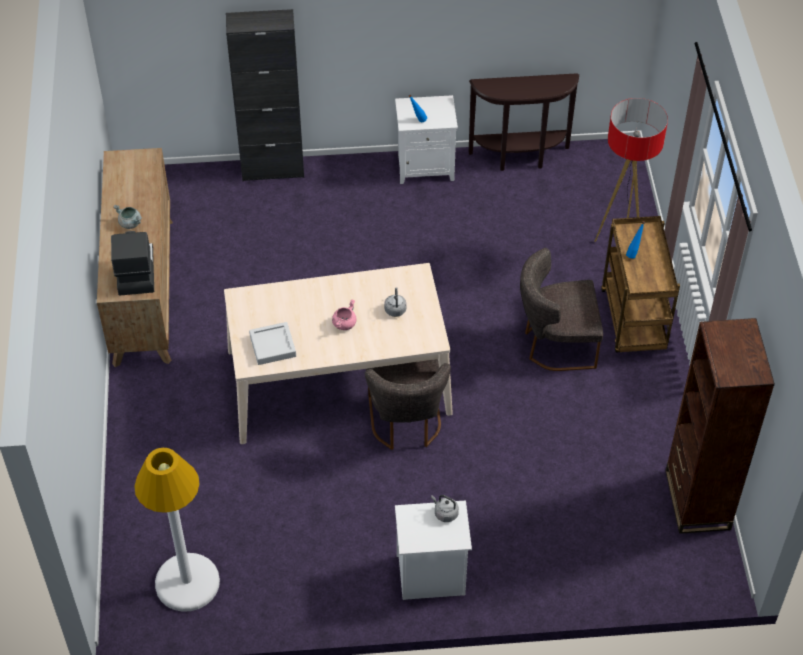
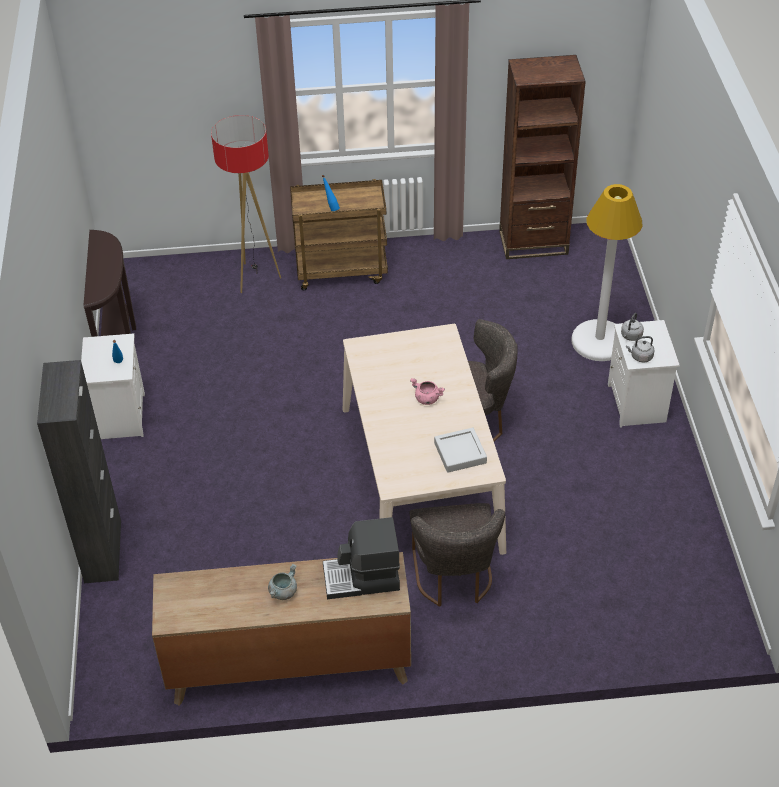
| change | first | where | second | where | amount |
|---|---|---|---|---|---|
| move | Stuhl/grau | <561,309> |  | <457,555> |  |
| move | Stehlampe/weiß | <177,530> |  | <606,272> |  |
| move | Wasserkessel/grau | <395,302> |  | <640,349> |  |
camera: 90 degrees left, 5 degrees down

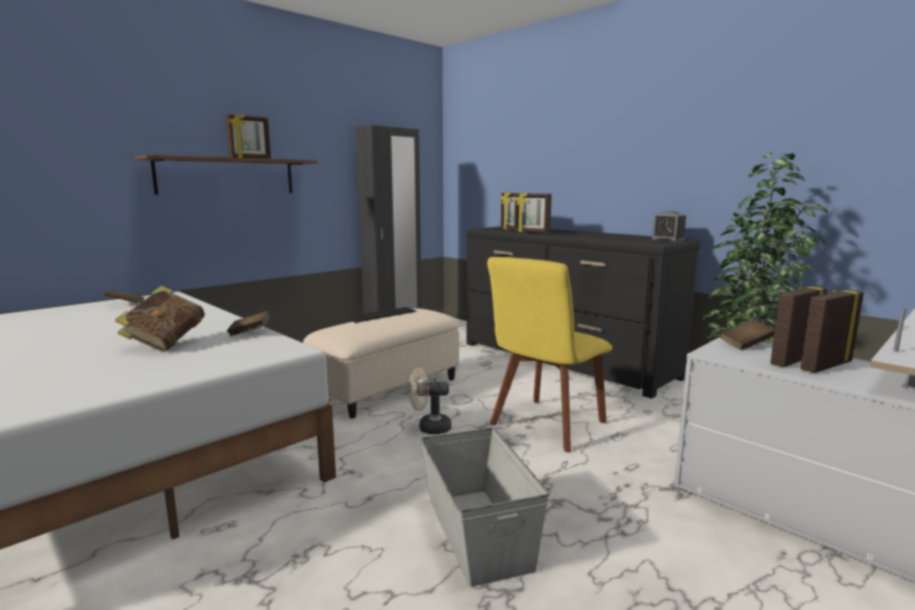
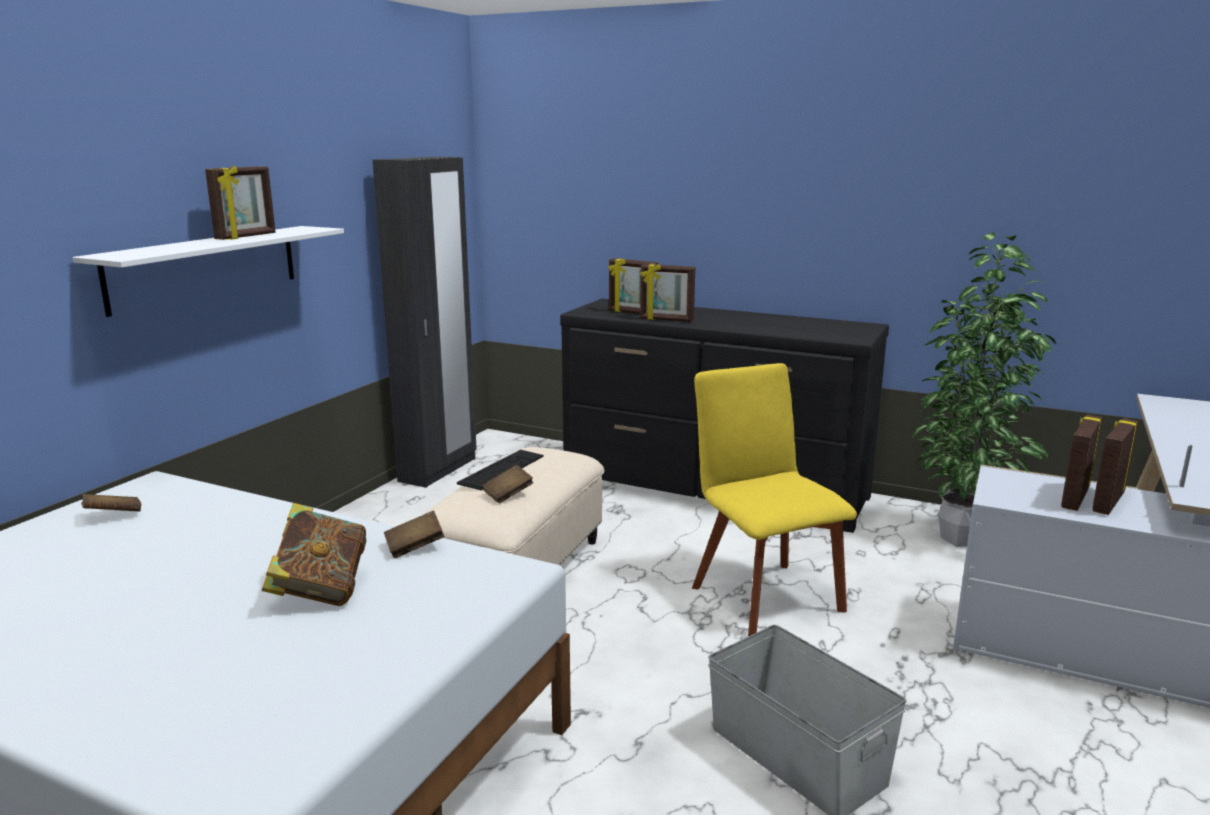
| change | first | where | second | where | amount |
|---|---|---|---|---|---|
| recolor | Wandregal/braun | <226,175> | Wandregal/weiß | <208,271> |  |
| move | Buch/braun | <747,334> |  | <508,484> |  |
| rotate | Stuhl/gelb | <550,354> |  | <774,499> | 135 degrees clockwise |
| delete | Ventilator/beige | <430,401> |  |  |  |
| delete | Wecker | <668,226> |  |  |  |
camera: 20 degrees left, 5 degrees up

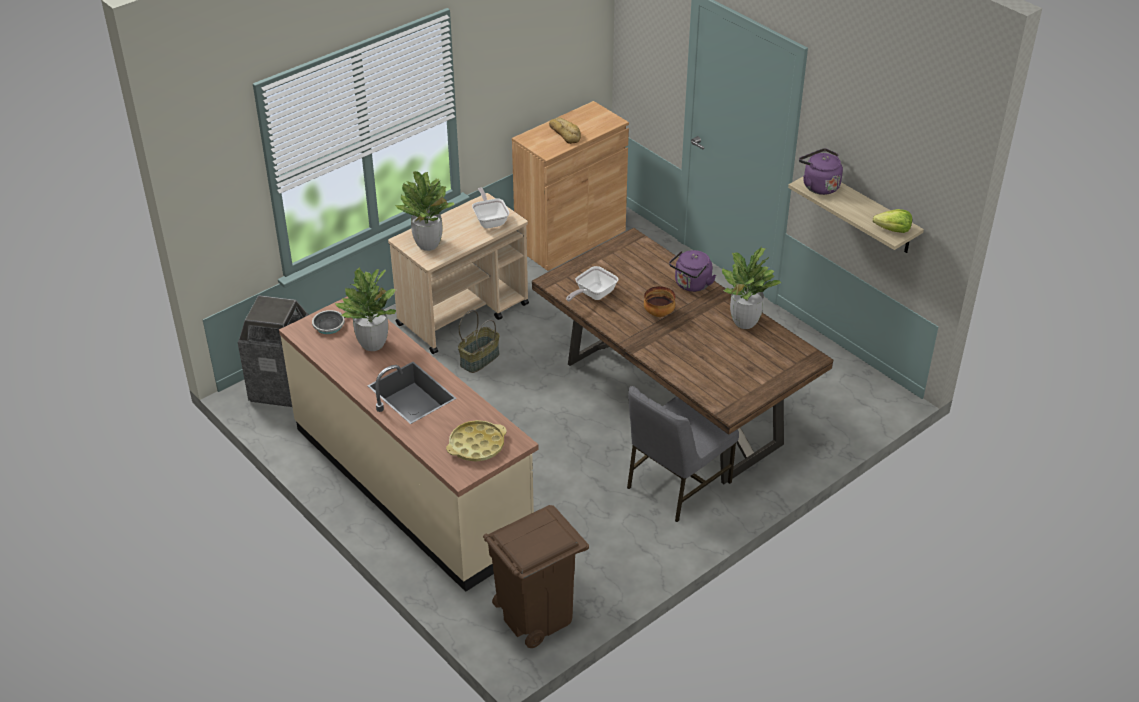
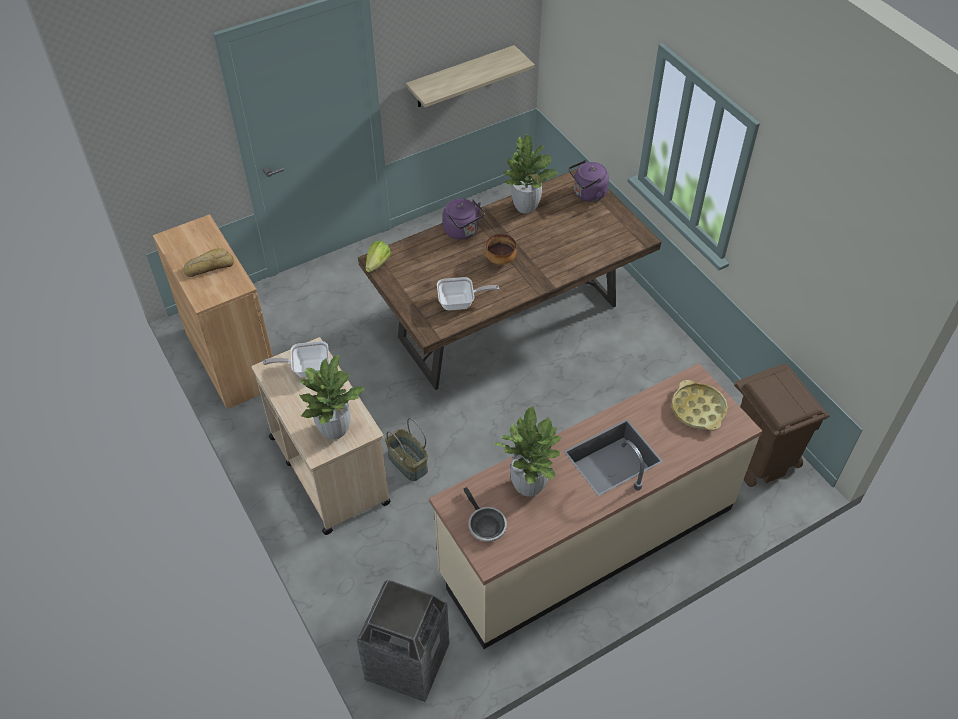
| change | first | where | second | where | amount |
|---|---|---|---|---|---|
| move | Salatkopf | <892,221> |  | <378,257> |  |
| rotate | Pfanne | <592,283> |  | <468,293> | 60 degrees counterclockwise |
| move | Wasserkessel/lila | <821,171> |  | <589,181> |  |
| delete | Stuhl/grau | <683,454> |  |  |  |
camera: 80 degrees left, 10 degrees up

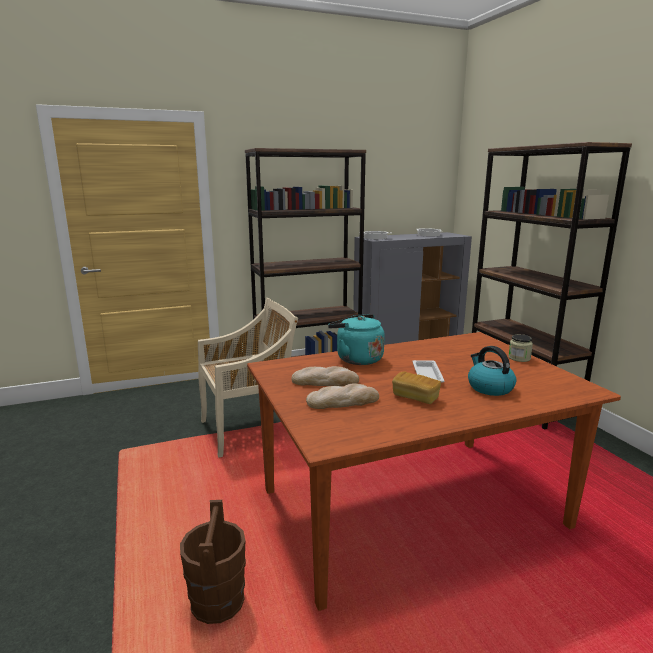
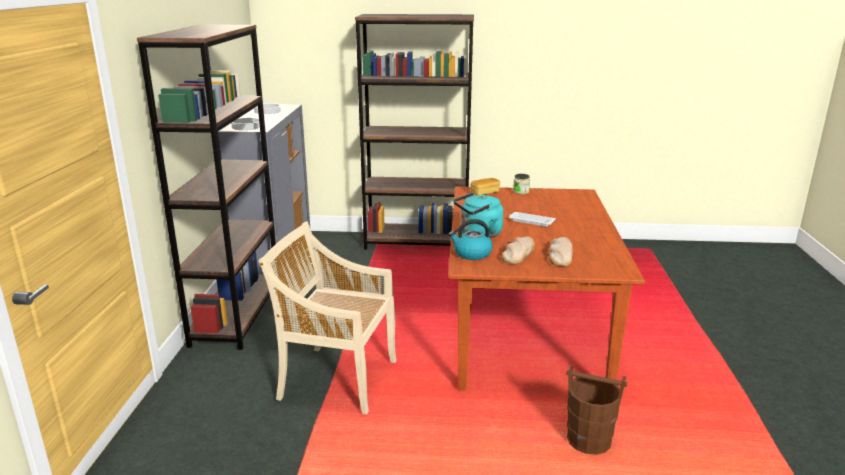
| change | first | where | second | where | amount |
|---|---|---|---|---|---|
| rotate | Stuhl/beige | <248,378> |  | <327,317> | 75 degrees counterclockwise |
| move | Wasserkessel | <492,371> |  | <470,239> |  |
| move | Brot | <416,387> |  | <485,186> |  |
camera: 65 degrees left, 5 degrees up

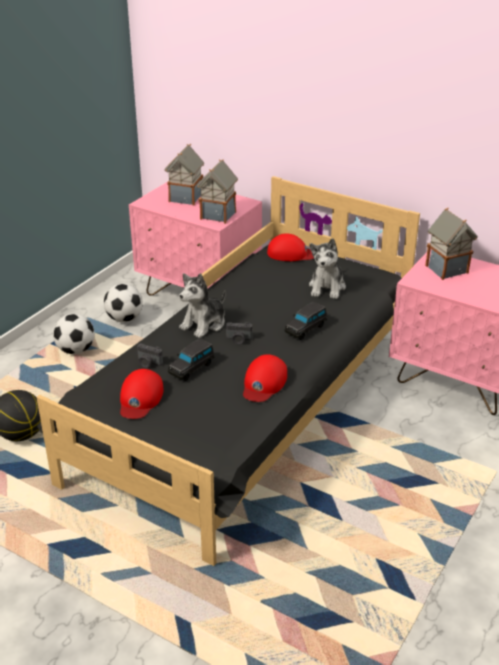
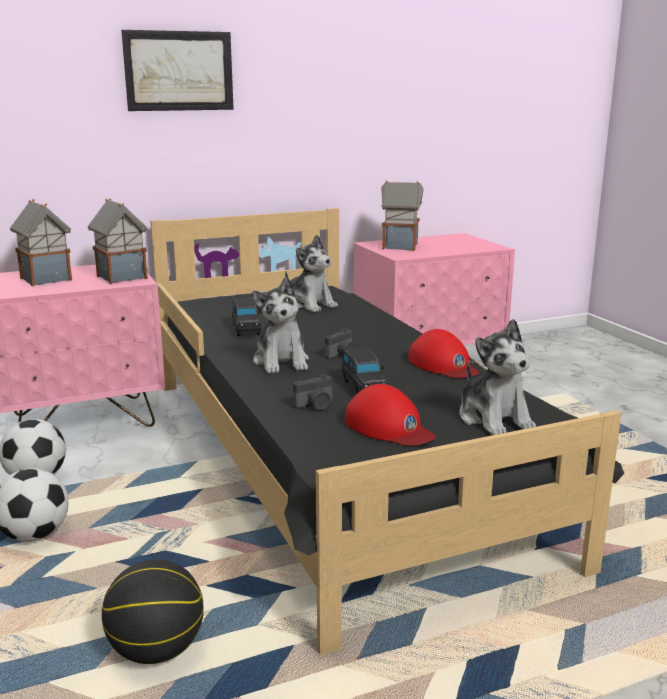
| change | first | where | second | where | amount |
|---|---|---|---|---|---|
| insert |  |  | Bild | <177,70> |  |
| move | Spielzeugauto/schwarz | <305,320> |  | <246,316> |  |
| insert |  |  | Plüschtier | <497,377> |  |
| delete | Kappe/rot | <290,247> |  |  |  |
camera: 55 degrees left, 15 degrees down

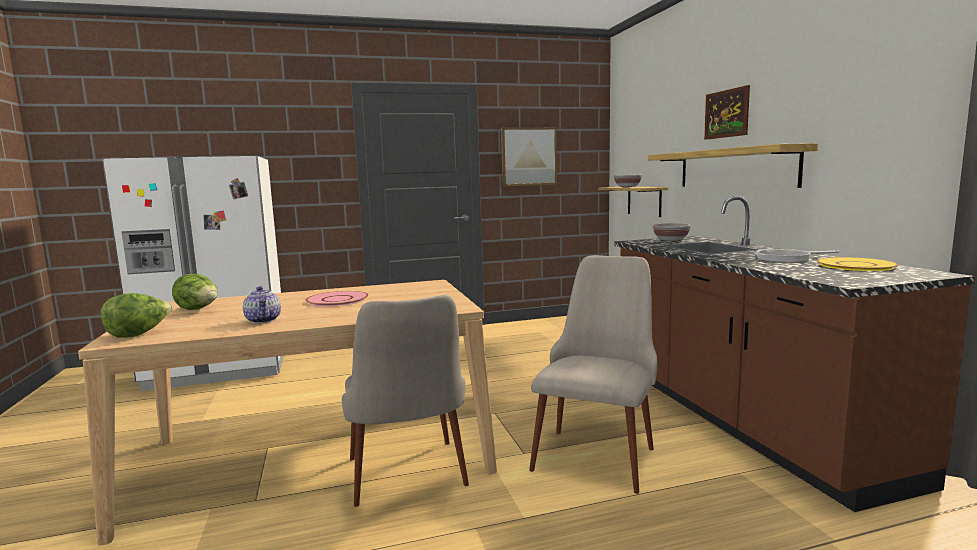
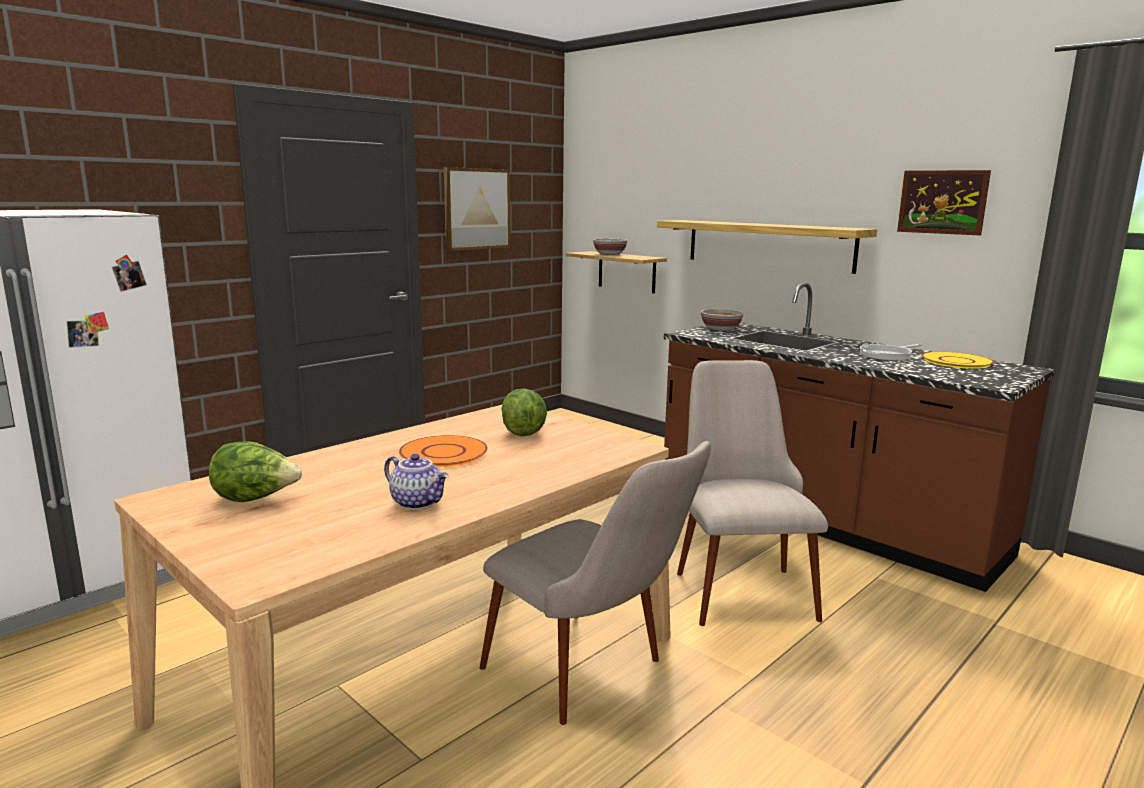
| change | first | where | second | where | amount |
|---|---|---|---|---|---|
| recolor | Teller/rosa | <337,299> | Teller/orange | <443,451> |  |
| move | Salatkopf | <137,315> |  | <524,412> |  |
| move | Bild | <727,112> |  | <944,202> |  |
camera: 30 degrees left, 5 degrees up

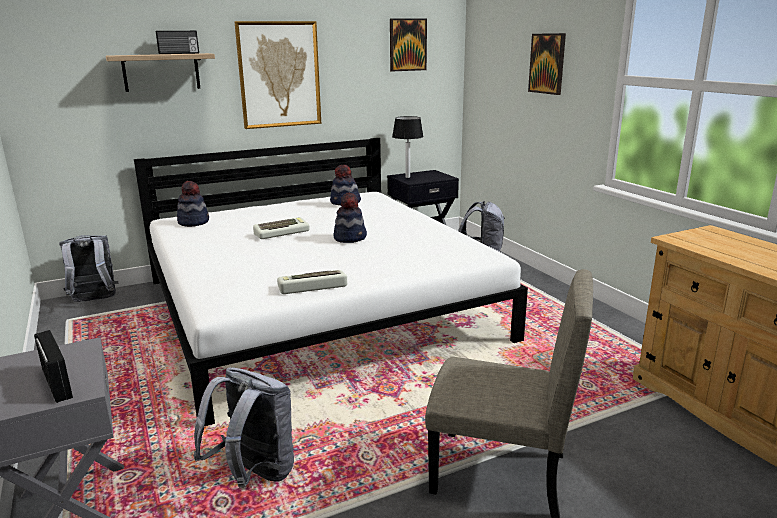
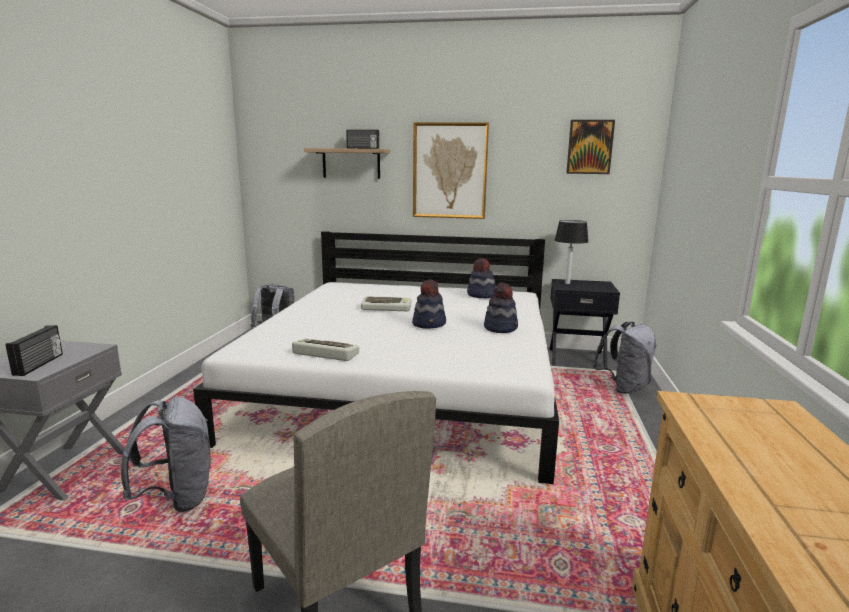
| change | first | where | second | where | amount |
|---|---|---|---|---|---|
| move | Hut | <193,204> |  | <501,308> |  |
| delete | Bild | <547,64> |  |  |  |
camera: 35 degrees right, 5 degrees down

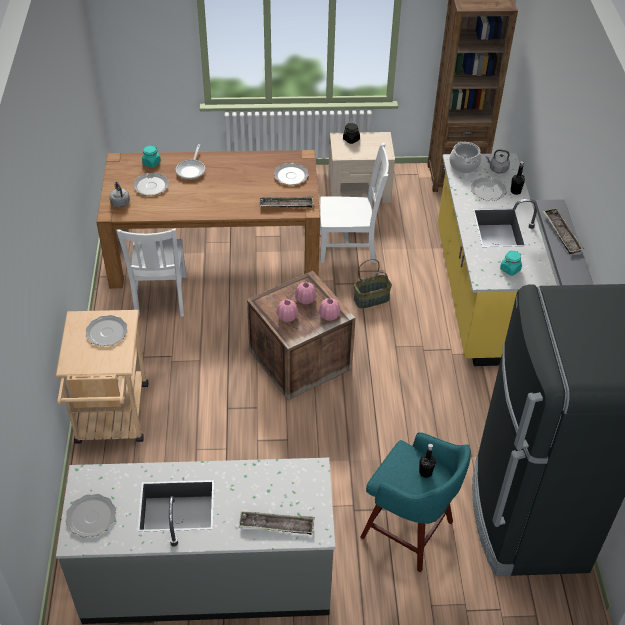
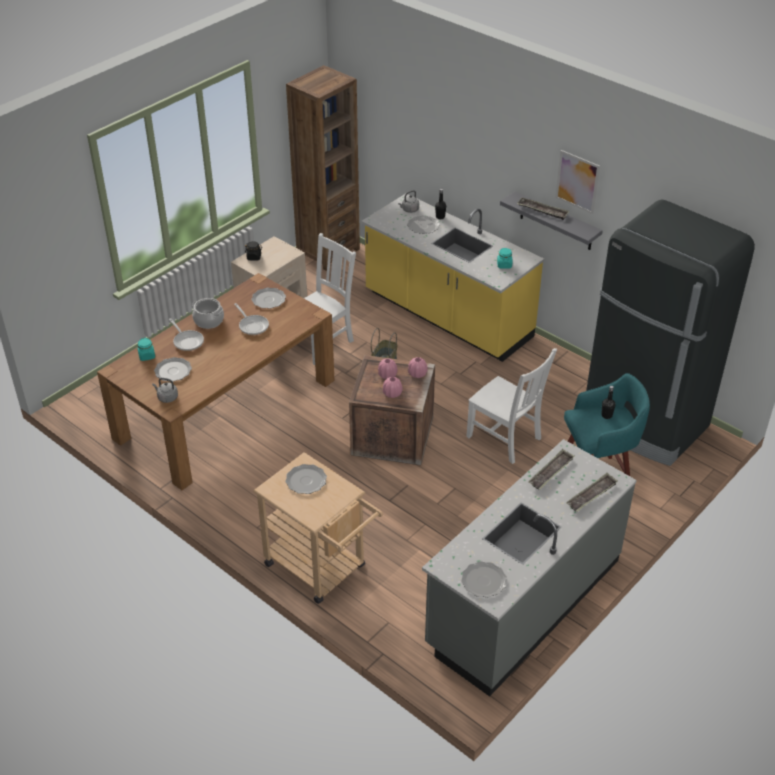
| change | first | where | second | where | amount |
|---|---|---|---|---|---|
| move | Kochtopf | <465,157> |  | <208,313> |  |
| insert |  |  | Pfanne | <251,319> |  |
| move | Stuhl/weiß | <152,272> |  | <511,406> |  |
| move | Tablett | <286,202> |  | <551,469> |  |
| insert |  |  | Bild | <577,182> |  |
camera: 45 degrees left, 5 degrees down

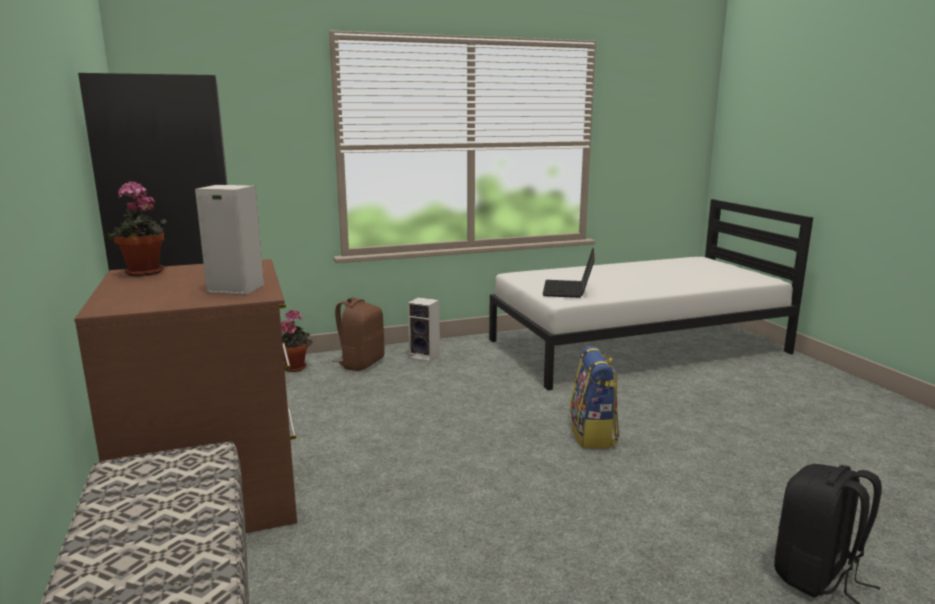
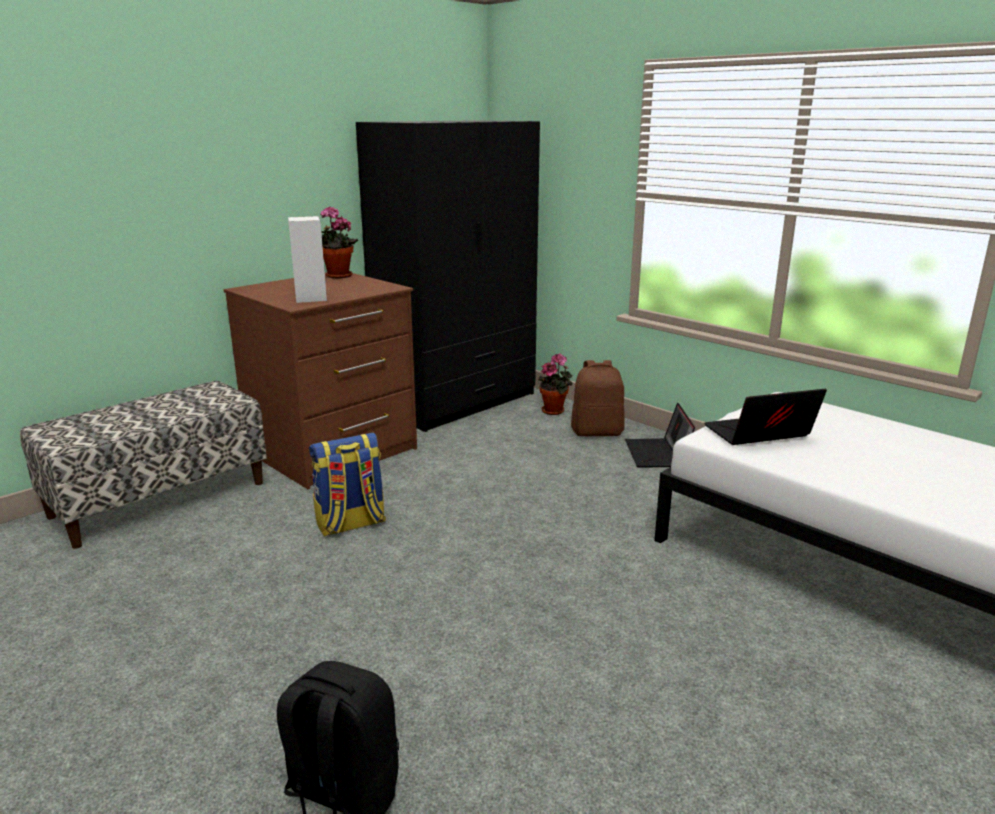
| change | first | where | second | where | amount |
|---|---|---|---|---|---|
| move | Rucksack | <594,397> |  | <347,484> |  |
| replace | Lautsprecher | <424,329> | Laptop | <660,435> |  |
camera: 65 degrees right, 5 degrees up

